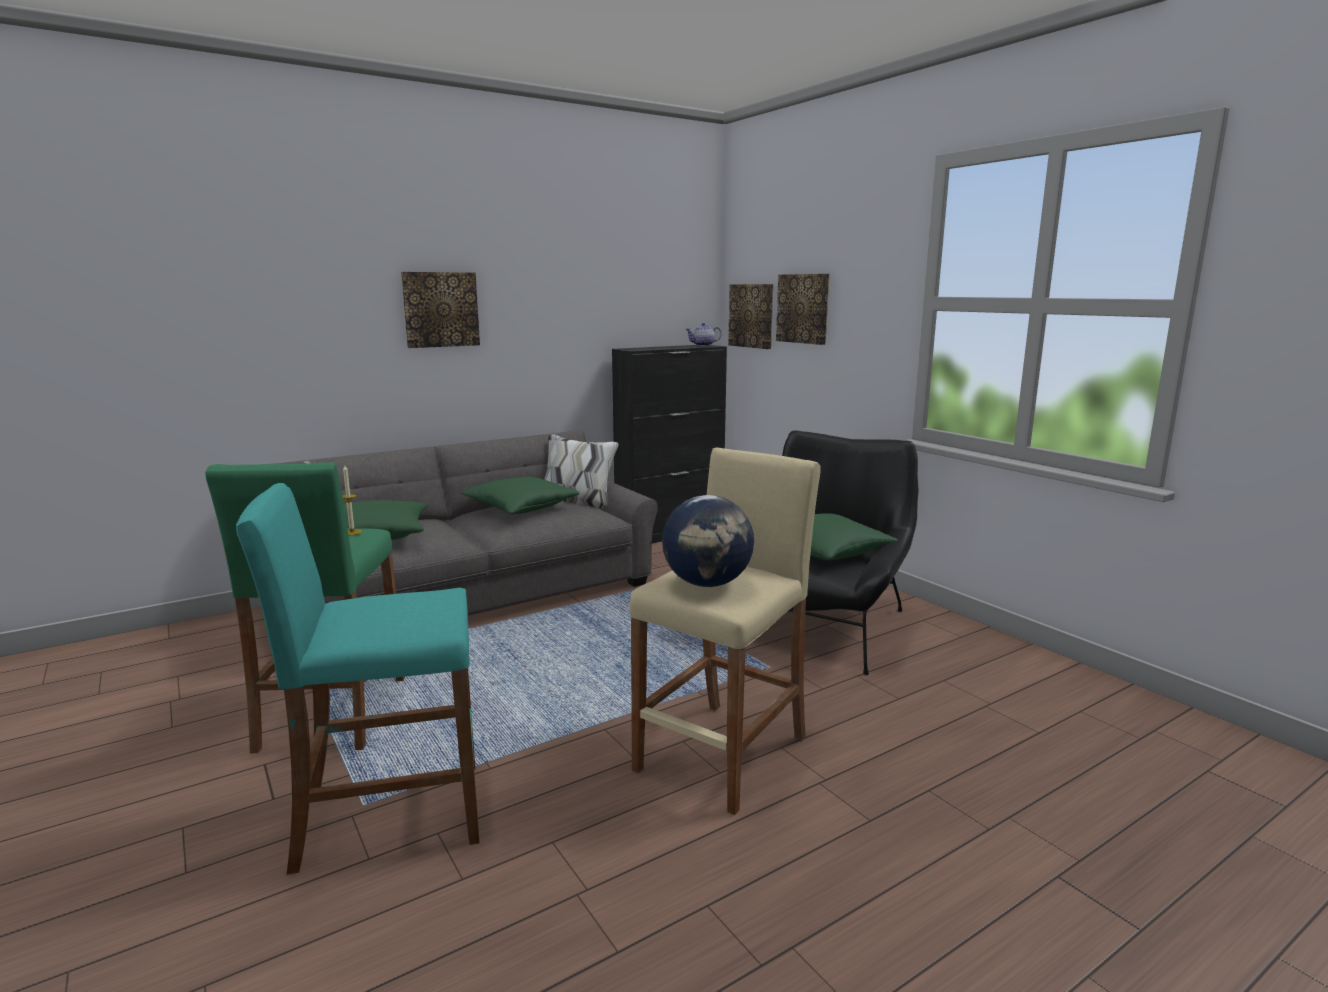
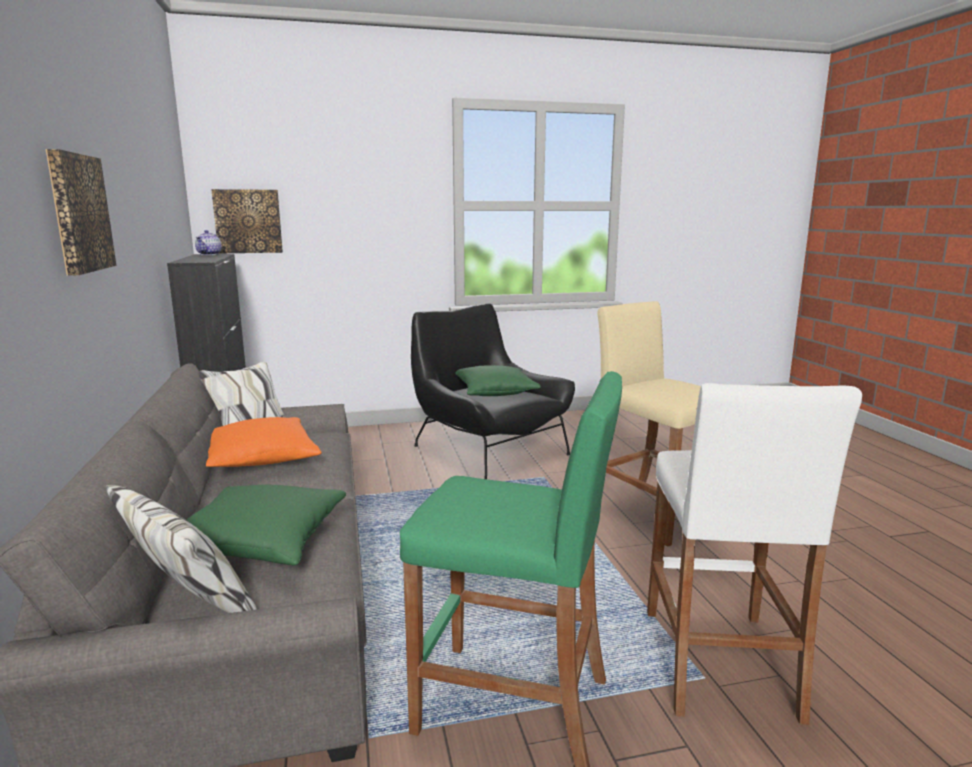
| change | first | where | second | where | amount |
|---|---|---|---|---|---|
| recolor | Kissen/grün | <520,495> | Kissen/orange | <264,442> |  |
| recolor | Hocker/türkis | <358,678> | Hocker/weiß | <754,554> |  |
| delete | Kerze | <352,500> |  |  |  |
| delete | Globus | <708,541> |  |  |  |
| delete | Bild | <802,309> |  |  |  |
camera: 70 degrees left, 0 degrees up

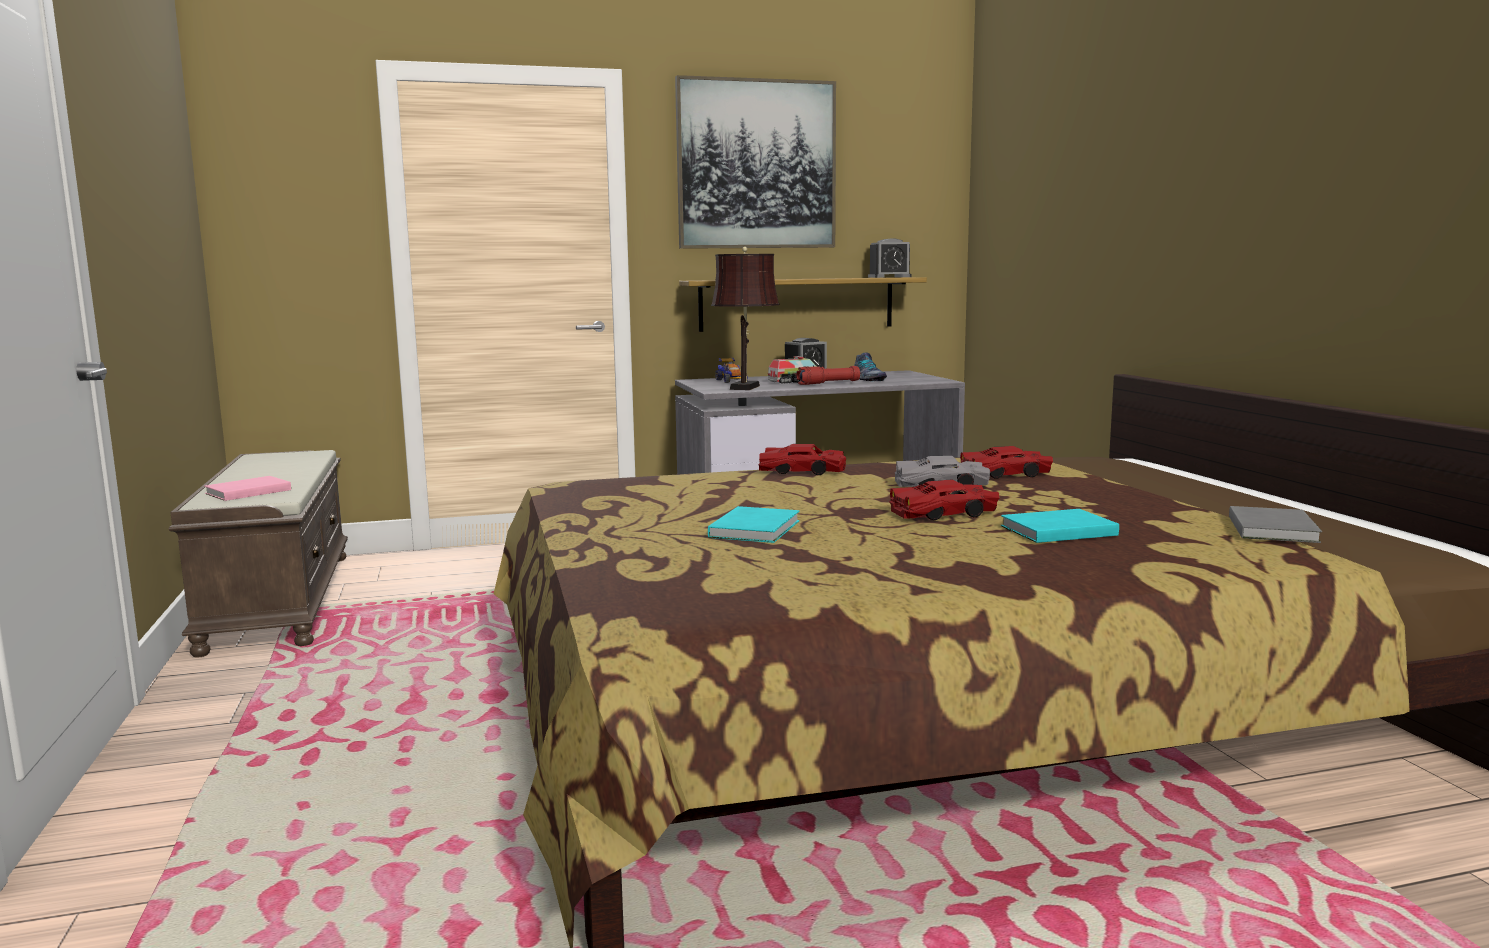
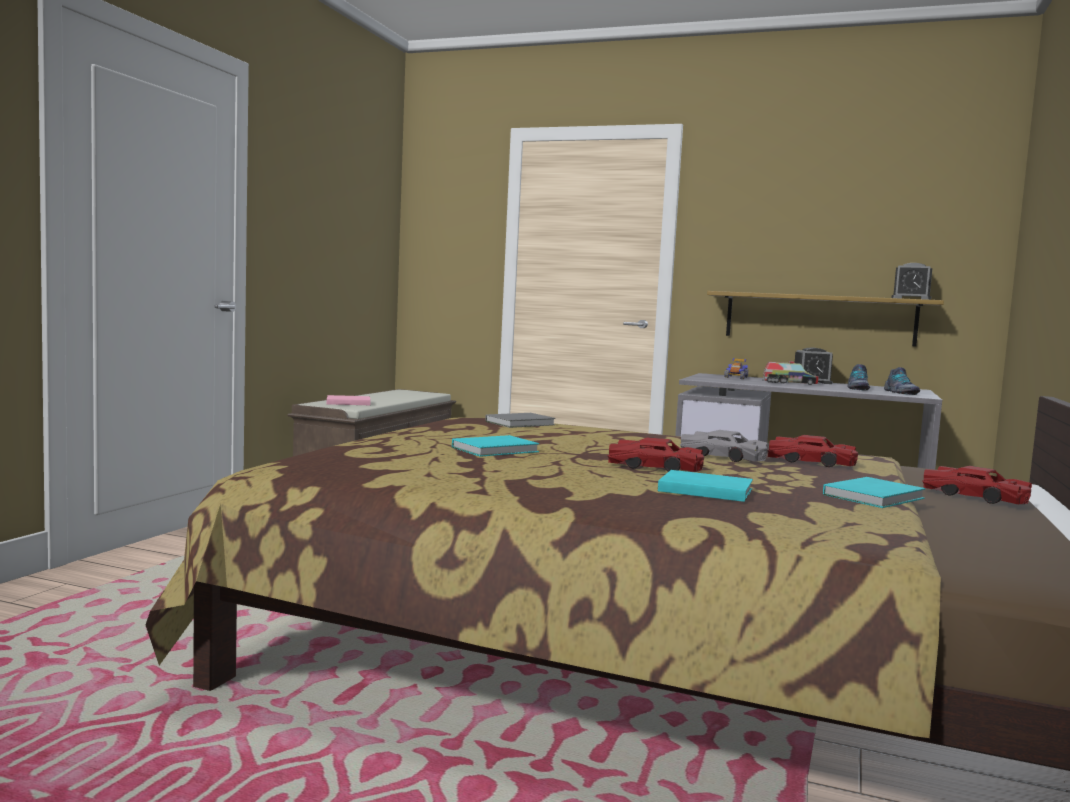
| change | first | where | second | where | amount |
|---|---|---|---|---|---|
| move | Buch/grau | <1275,524> |  | <520,420> |  |
| insert |  |  | Buch/türkis | <874,492> |  |
| insert |  |  | Schuh | <902,381> |  |
| move | Spielzeugauto/rot | <802,459> |  | <977,485> |  |
| delete | Bild | <755,162> |  |  |  |
| delete | Tischlampe/braun | <745,318> |  |  |  |
| delete | Taschenlampe/rot | <828,375> |  |  |  |
camera: 35 degrees right, 5 degrees down

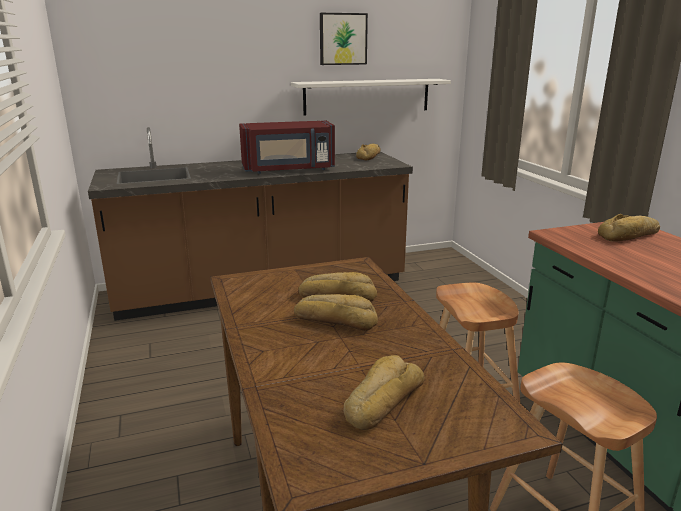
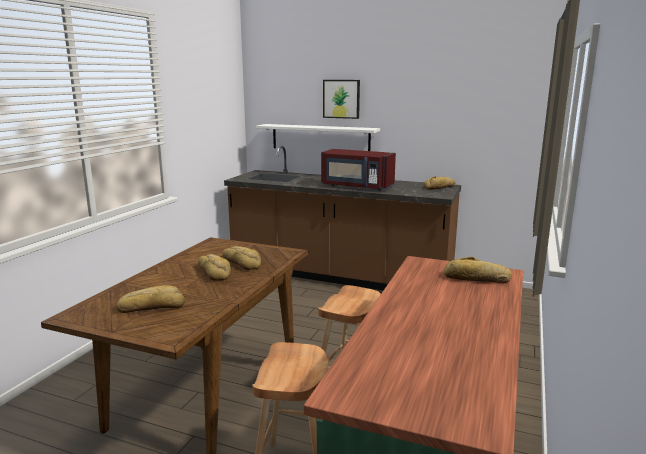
| change | first | where | second | where | amount |
|---|---|---|---|---|---|
| move | Wandregal/weiß | <371,97> |  | <318,137> |  |
| move | Bild | <344,39> |  | <341,99> |  |
camera: 40 degrees right, 5 degrees down

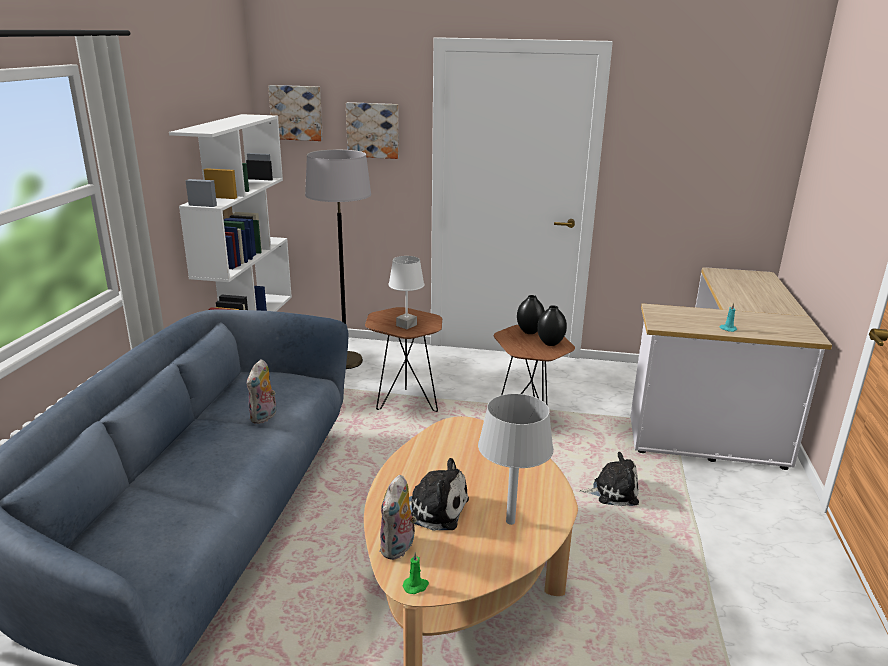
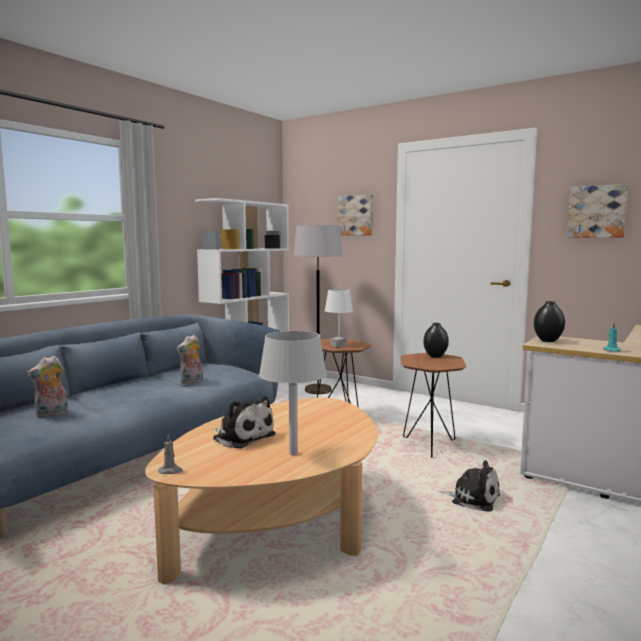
| change | first | where | second | where | amount |
|---|---|---|---|---|---|
| move | Plüschtier | <398,517> |  | <48,386> |  |
| recolor | Kerze/grün | <416,573> | Kerze/grau | <170,454> |  |
| move | Vase/schwarz | <552,325> |  | <549,321> |  |
| move | Bild | <295,113> |  | <597,211> |  |
camera: 25 degrees right, 15 degrees down

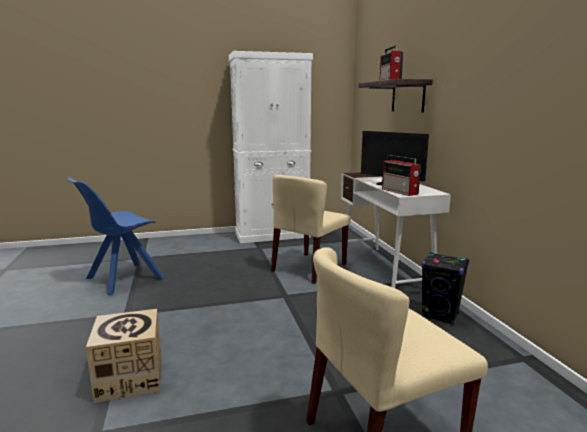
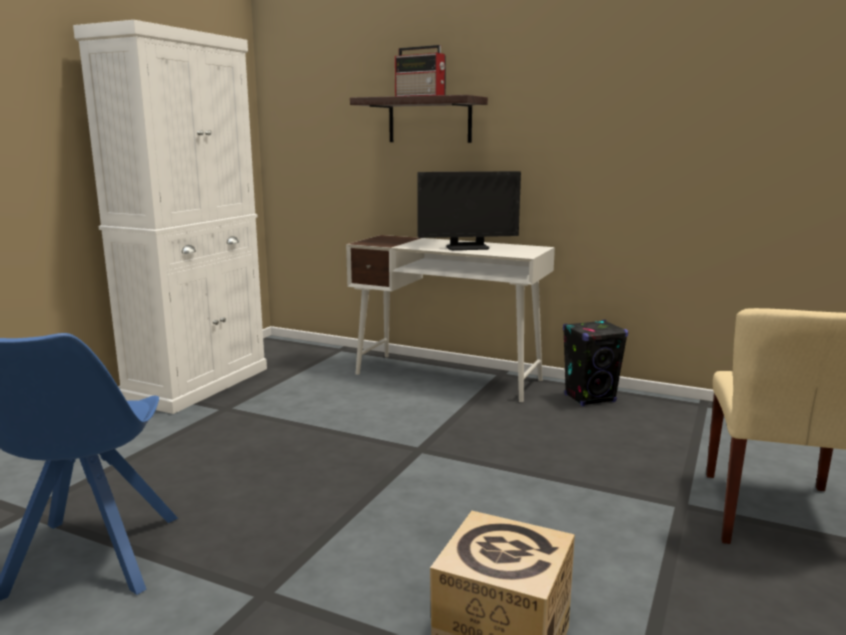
| change | first | where | second | where | amount |
|---|---|---|---|---|---|
| delete | Stuhl/beige | <311,229> |  |  |  |
| delete | Radio | <401,175> |  |  |  |
camera: 50 degrees left, 0 degrees up

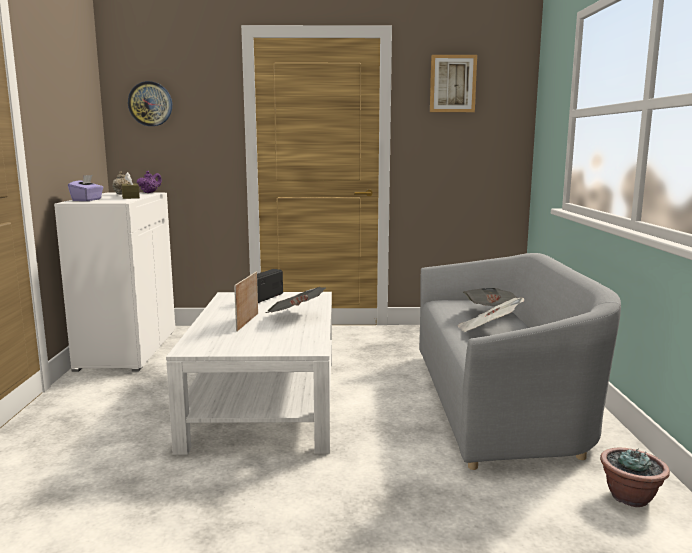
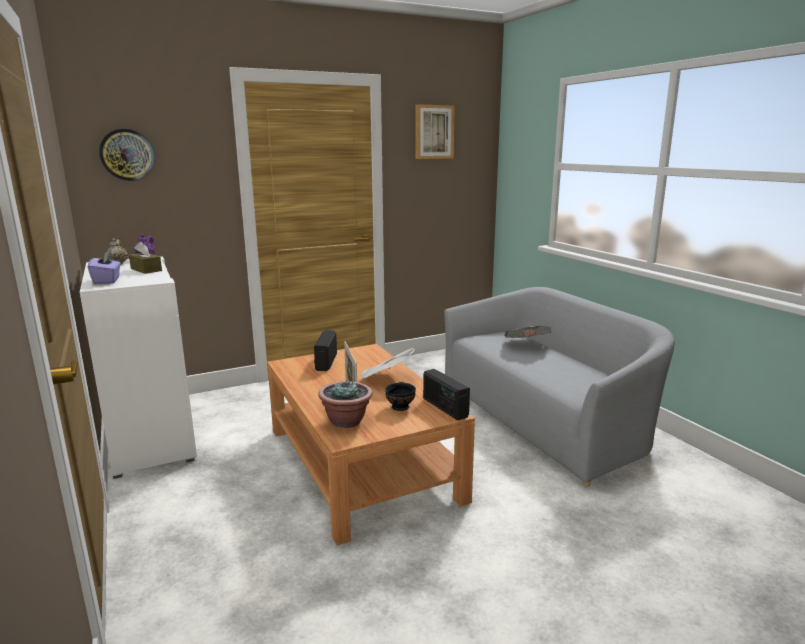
| change | first | where | second | where | amount |
|---|---|---|---|---|---|
| recolor | Couchtisch/weiß | <249,373> | Couchtisch/braun | <371,444> |  |
| move | Topfpflanze | <635,477> |  | <345,404> |  |
| insert |  |  | Schüssel/schwarz | <400,396> |  |
| insert |  |  | Radio | <446,395> |  |
| delete | Zeitung | <491,315> |  |  |  |
camera: 25 degrees left, 5 degrees up

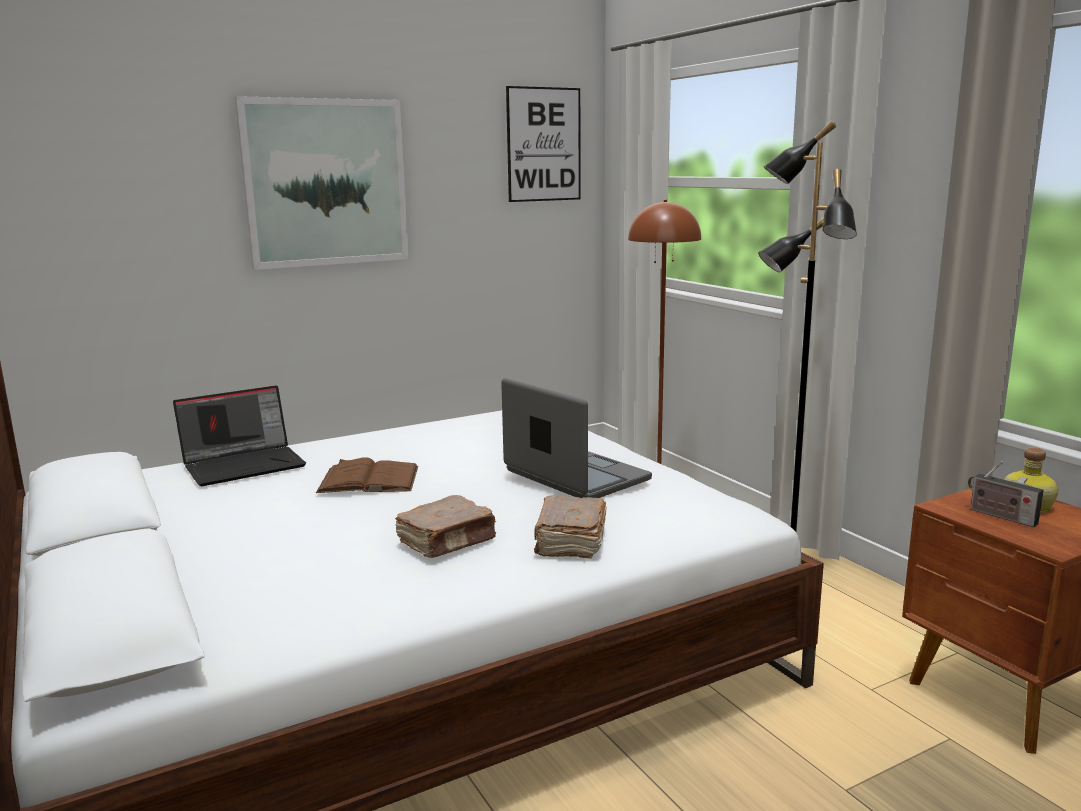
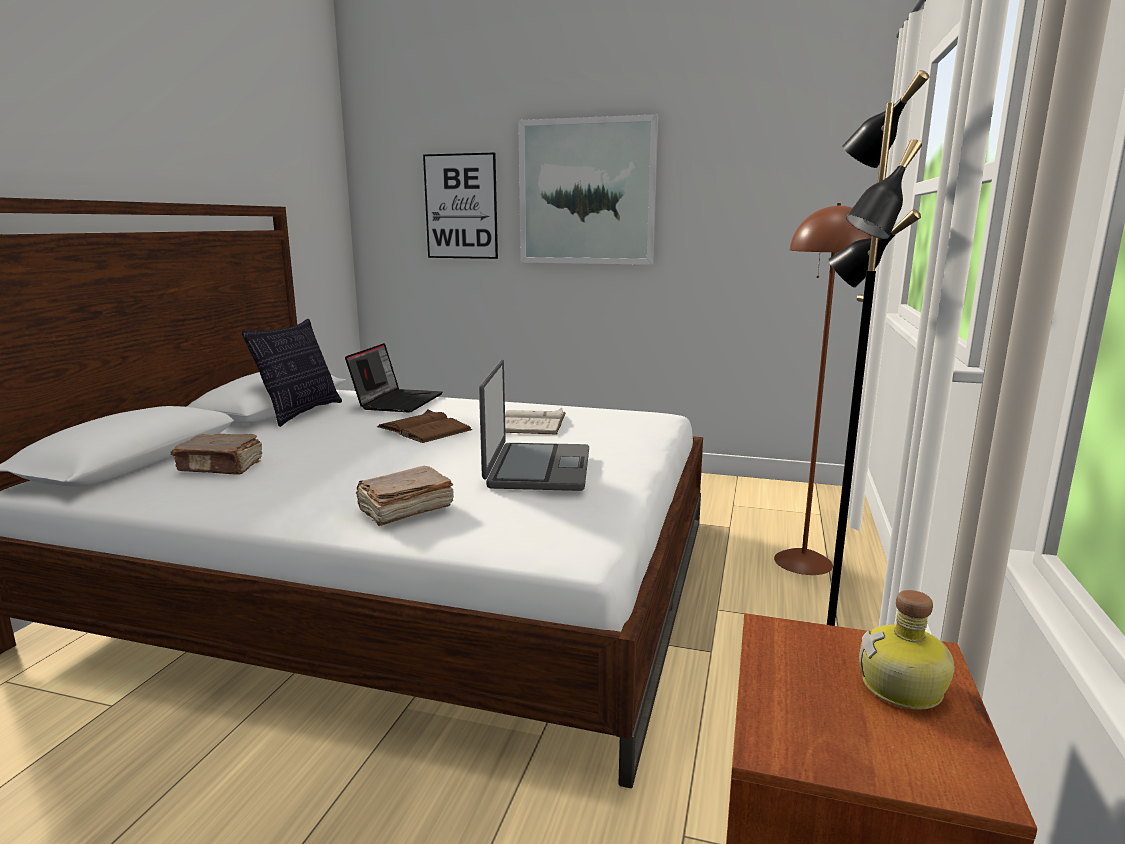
| change | first | where | second | where | amount |
|---|---|---|---|---|---|
| move | Buch/braun | <445,526> |  | <216,454> |  |
| insert |  |  | Kissen | <291,373> |  |
| rotate | Laptop | <239,435> |  | <394,377> | 90 degrees counterclockwise |
| move | Bild | <543,144> |  | <460,205> |  |
| insert |  |  | Buch/weiß | <535,421> |  |
| delete | Radio | <1005,494> |  |  |  |
camera: 45 degrees right, 0 degrees up

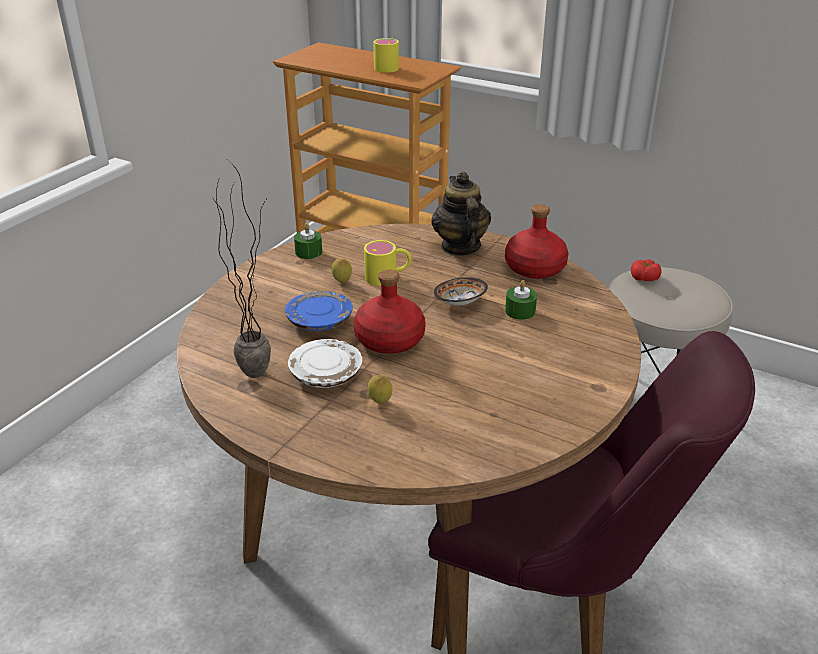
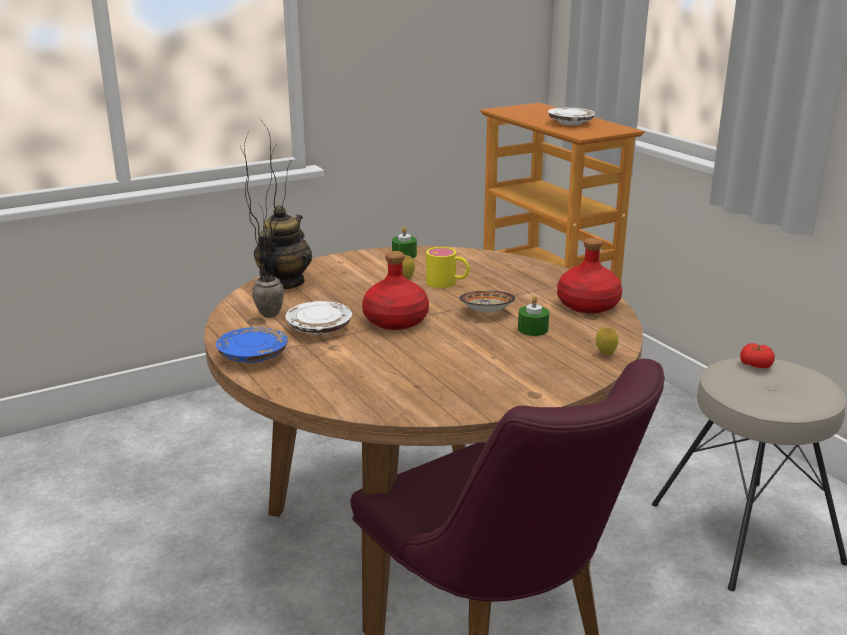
| change | first | where | second | where | amount |
|---|---|---|---|---|---|
| move | Teller/blau | <319,311> |  | <252,345> |  |
| move | Teekanne | <461,214> |  | <283,247> |  |
| replace | Henkelbecher/gelb | <386,55> | Teller/weiß | <571,116> |  |
| move | Zitrone | <380,389> |  | <607,341> |  |
camera: 30 degrees right, 10 degrees down

